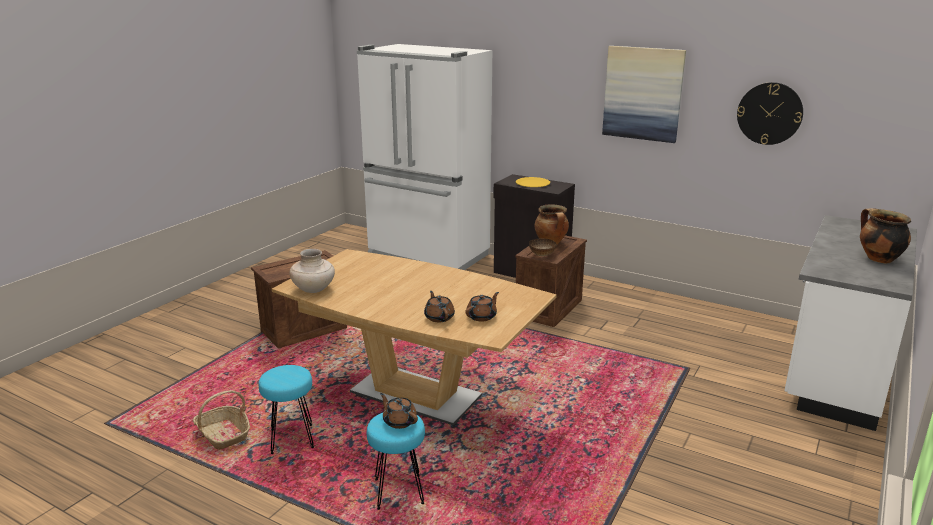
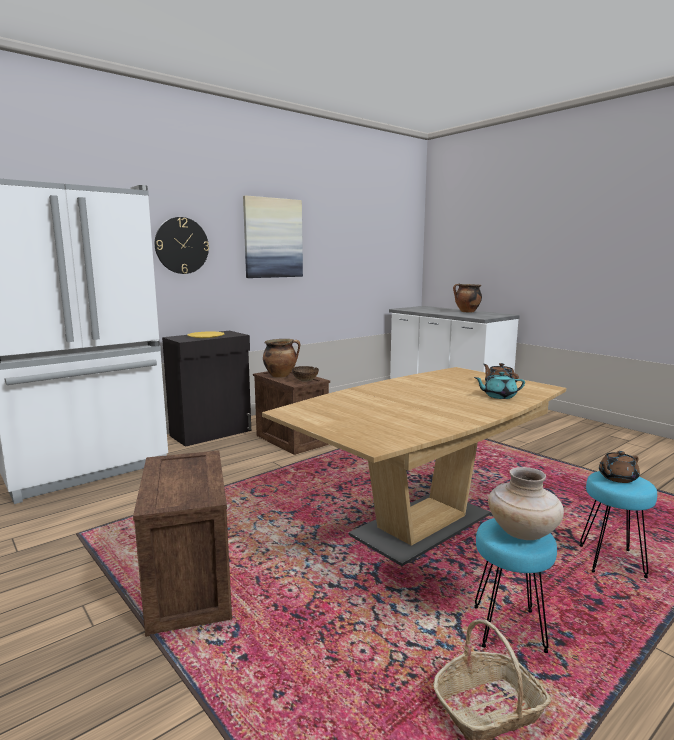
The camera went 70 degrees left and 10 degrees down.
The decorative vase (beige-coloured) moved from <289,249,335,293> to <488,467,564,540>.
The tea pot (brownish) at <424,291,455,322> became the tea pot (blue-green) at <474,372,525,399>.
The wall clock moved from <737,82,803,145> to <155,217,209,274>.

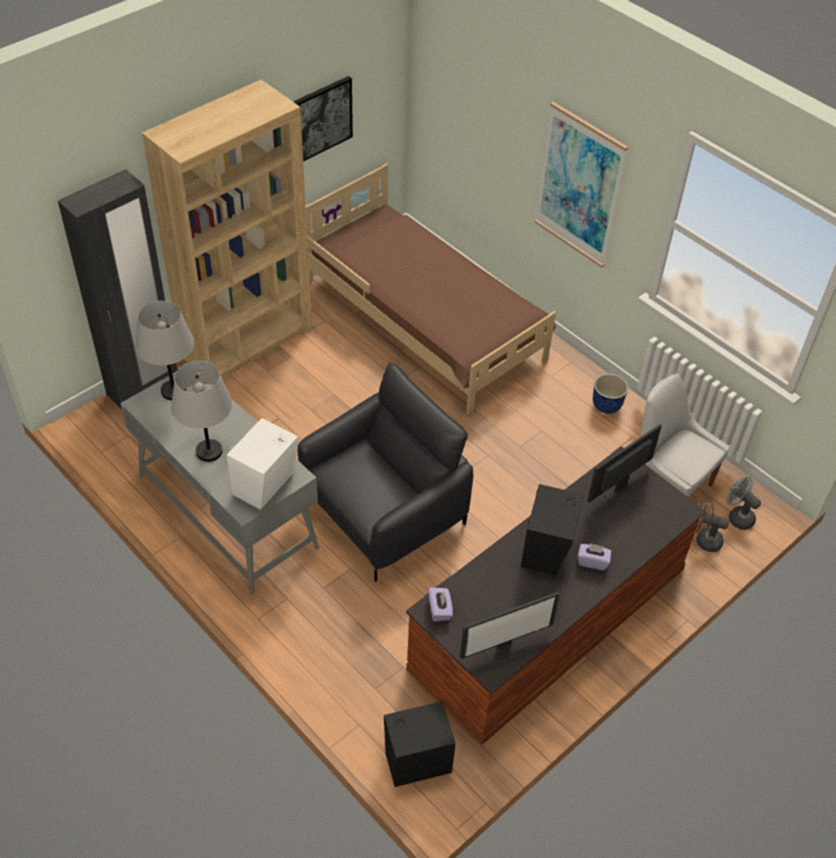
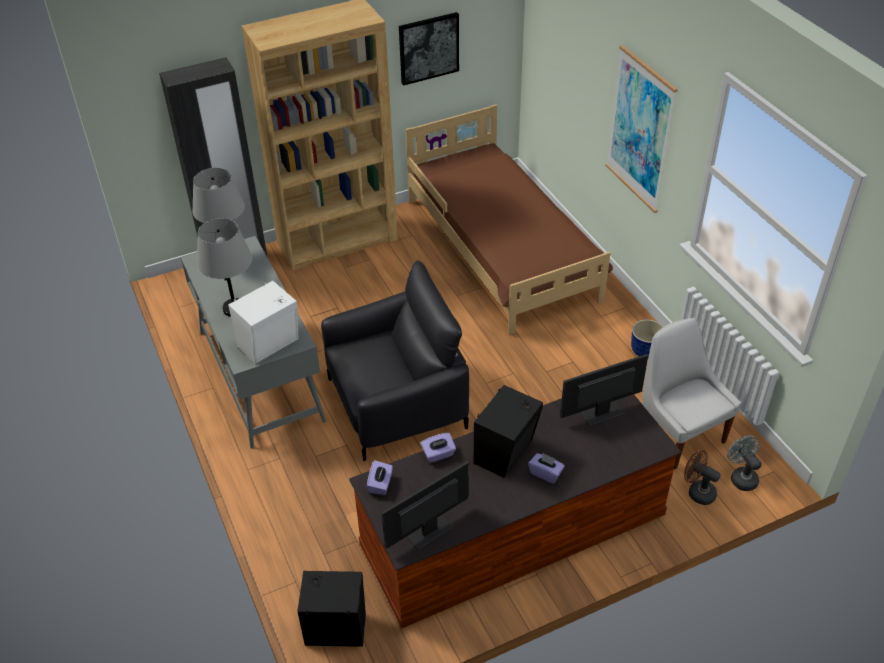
The camera went 20 degrees right and 5 degrees down.
The computer screen at <460,592,560,666> turned 150 degrees clockwise.
The box of tissues (purplish) at <421,433,456,463> appeared.

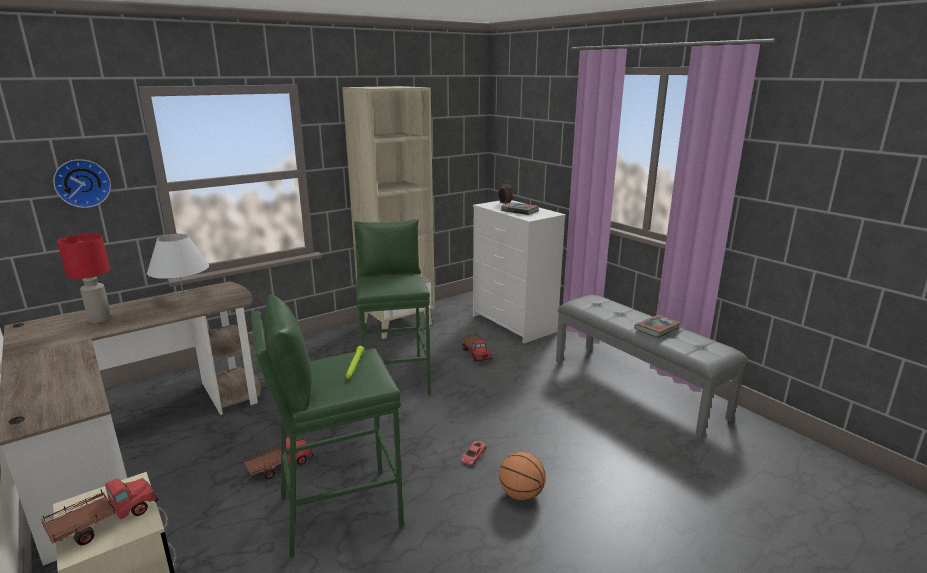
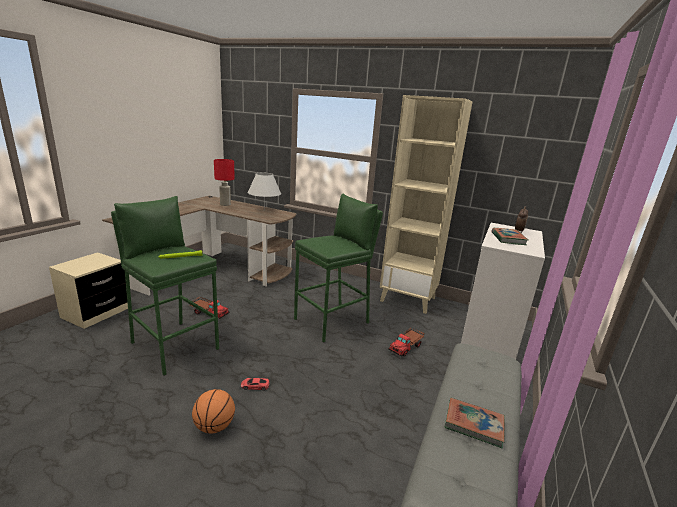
The camera went 60 degrees right and 0 degrees up.
The model truck at <41,478,158,545> disappeared.
The wall clock at <53,159,111,208> disappeared.

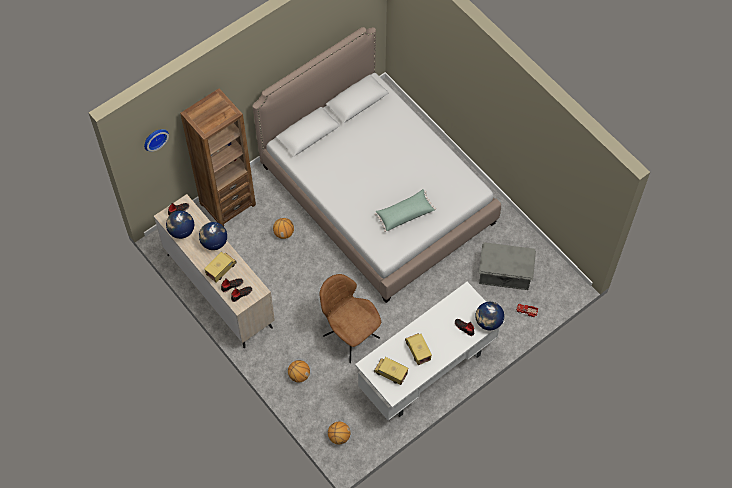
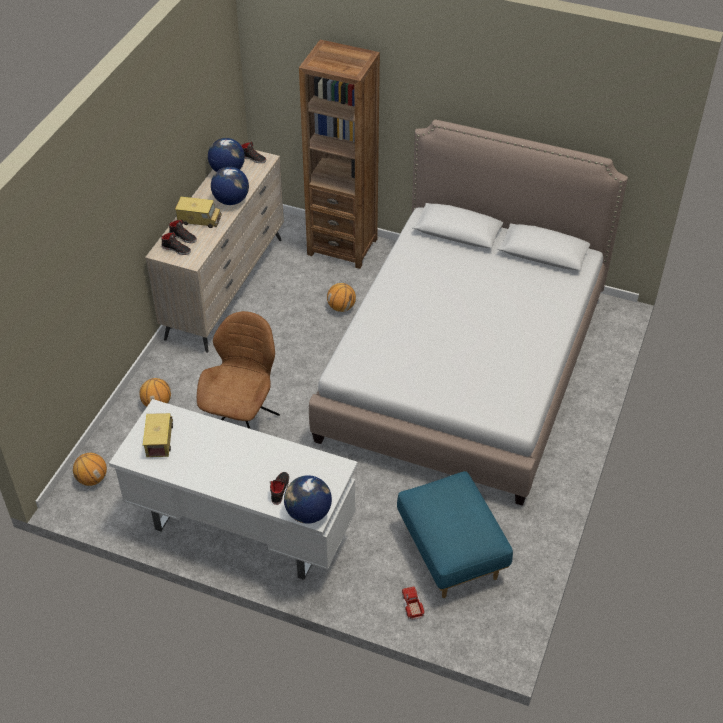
The camera went 60 degrees right and 15 degrees down.
The wall clock at <144,129,169,152> disappeared.
The throw pillow (greenish) at <375,189,436,232> disappeared.
The model truck at <405,333,432,365> disappeared.
The storage container (greyish) at <479,242,536,290> was replaced by the pouffe (bluish) at <397,471,513,598>.

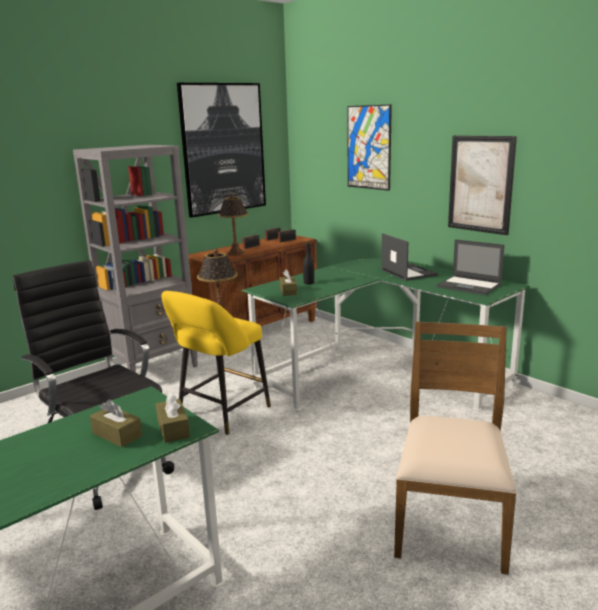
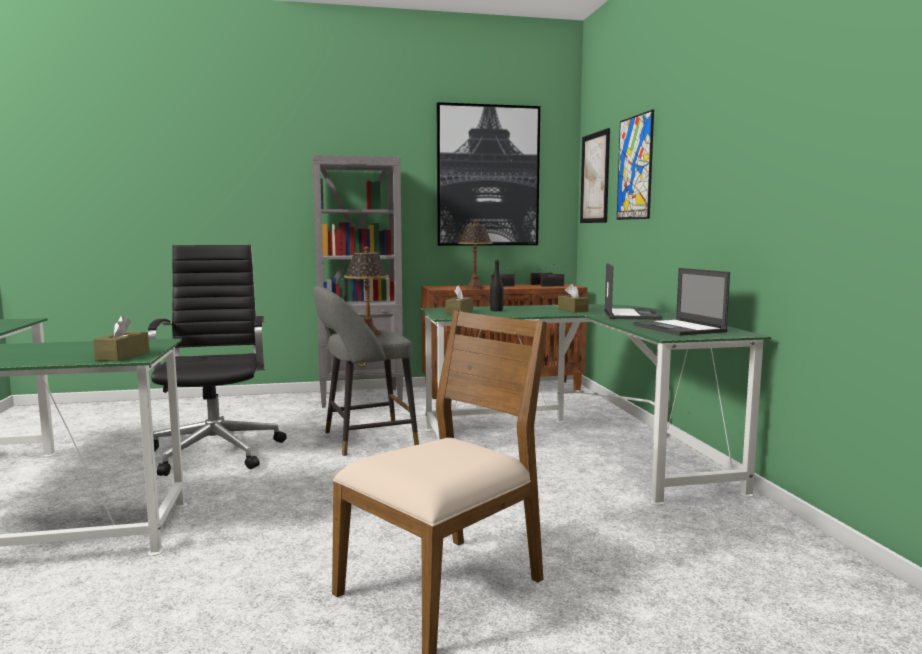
The camera went 30 degrees right and 10 degrees down.
The box of tissues (brownish) moved from <90,399,142,447> to <558,284,589,313>.
The stool (yellow-coloured) at <161,291,271,435> became the stool (greyish) at <313,286,419,456>.
The picture moved from <448,136,517,235> to <580,128,610,223>.

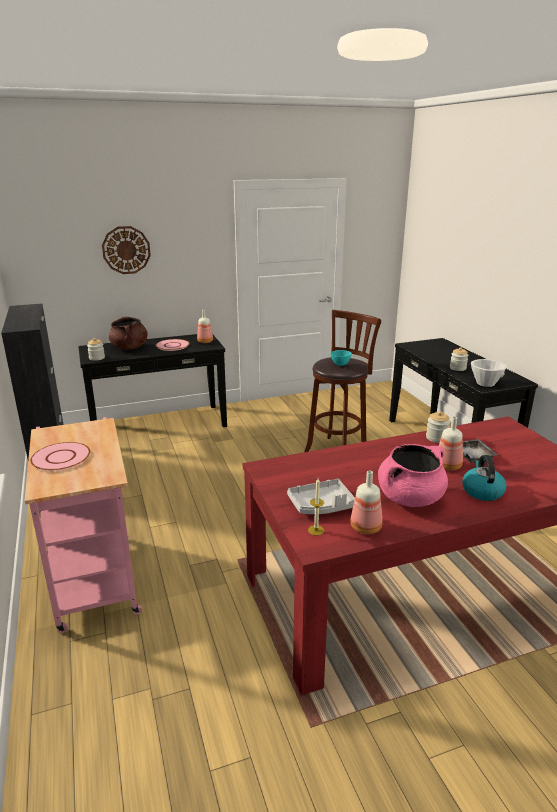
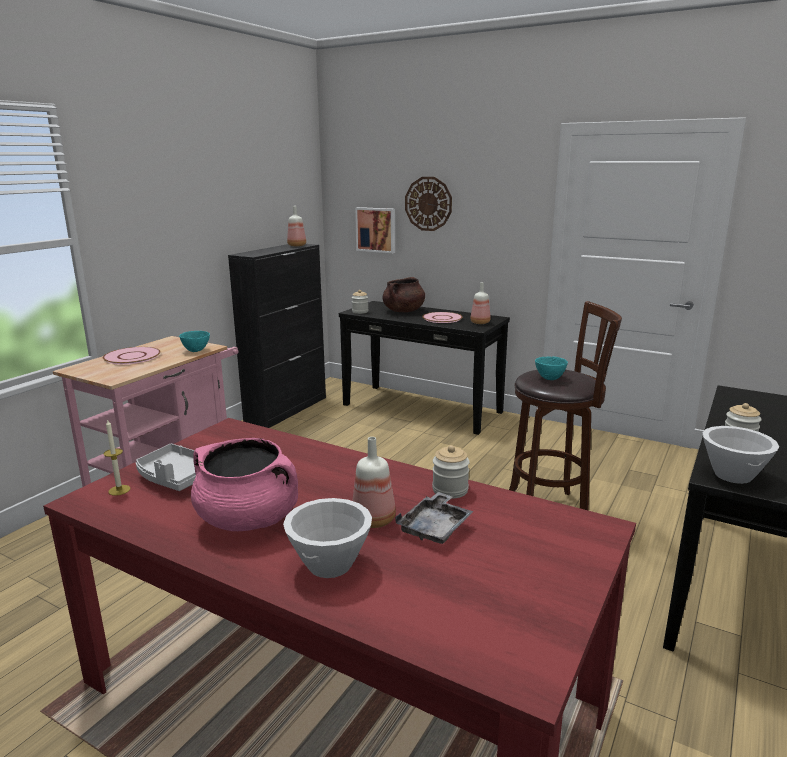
The camera went 50 degrees right and 5 degrees down.
The beverage bottle moved from <350,470,383,534> to <287,206,306,246>.
The kettle at <462,455,507,501> was replaced by the deep dish (whitish) at <283,498,372,578>.
The deep dish (blue-green) at <179,331,210,352> appeared.
The picture at <355,207,395,253> appeared.

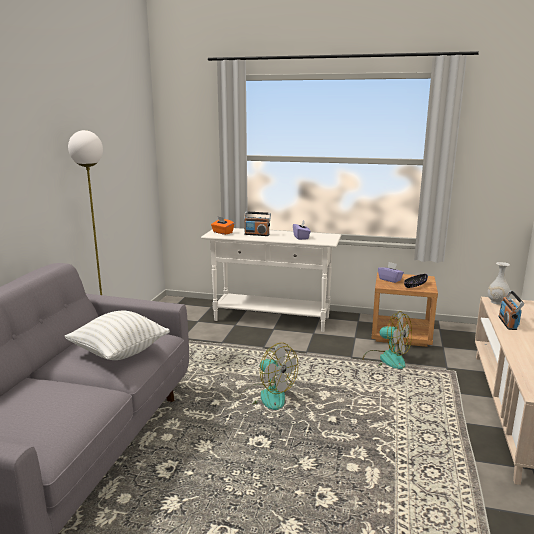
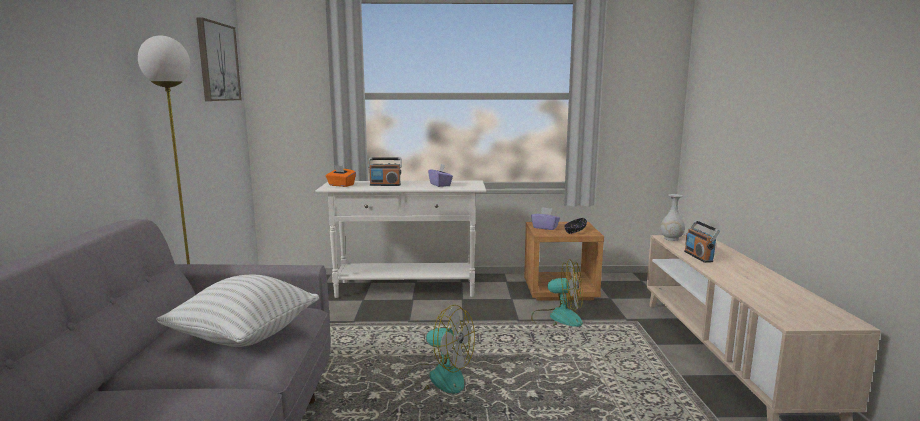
The camera went 15 degrees left and 5 degrees down.
The picture at <196,17,242,101> appeared.

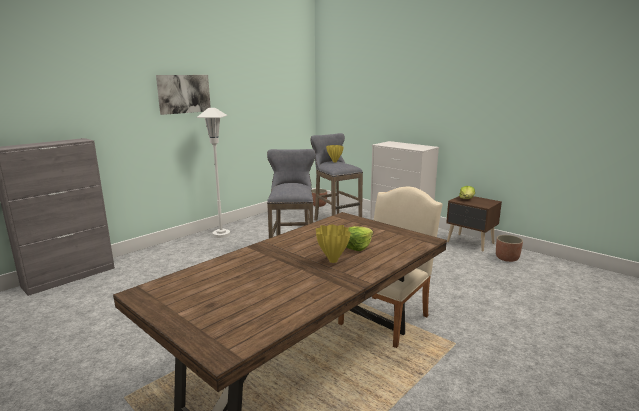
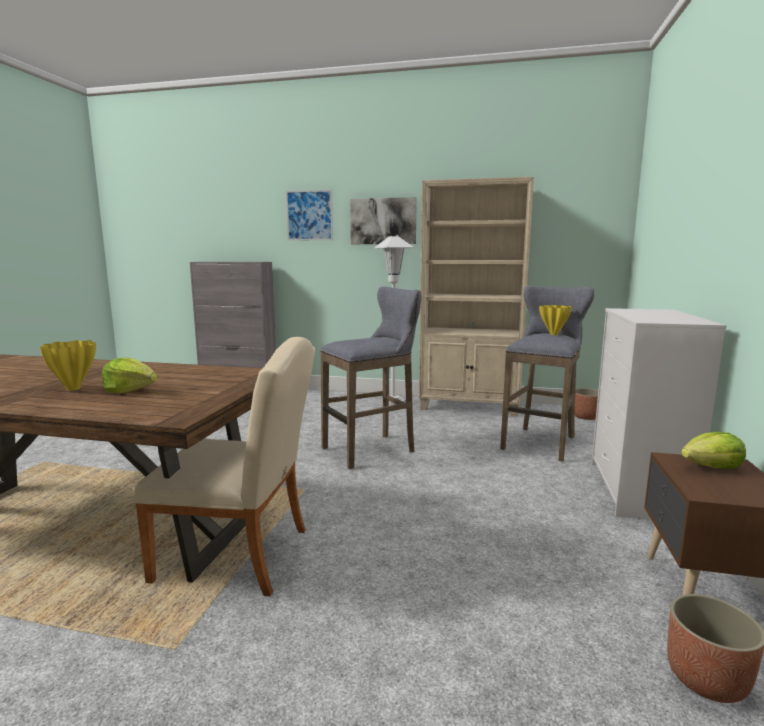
The camera went 60 degrees right and 5 degrees down.
The picture at <286,189,333,241> appeared.
The bookshelf (beige-coloured) at <419,177,534,416> appeared.

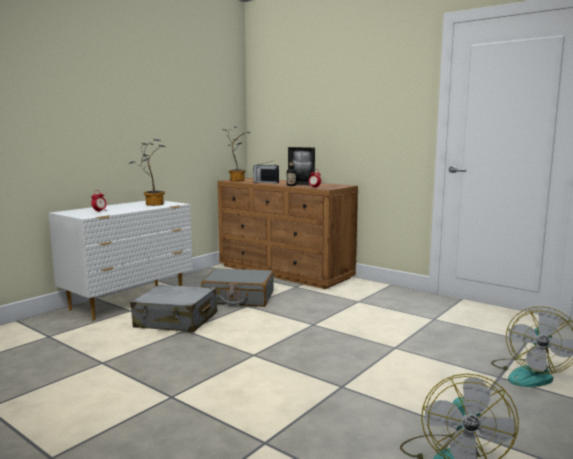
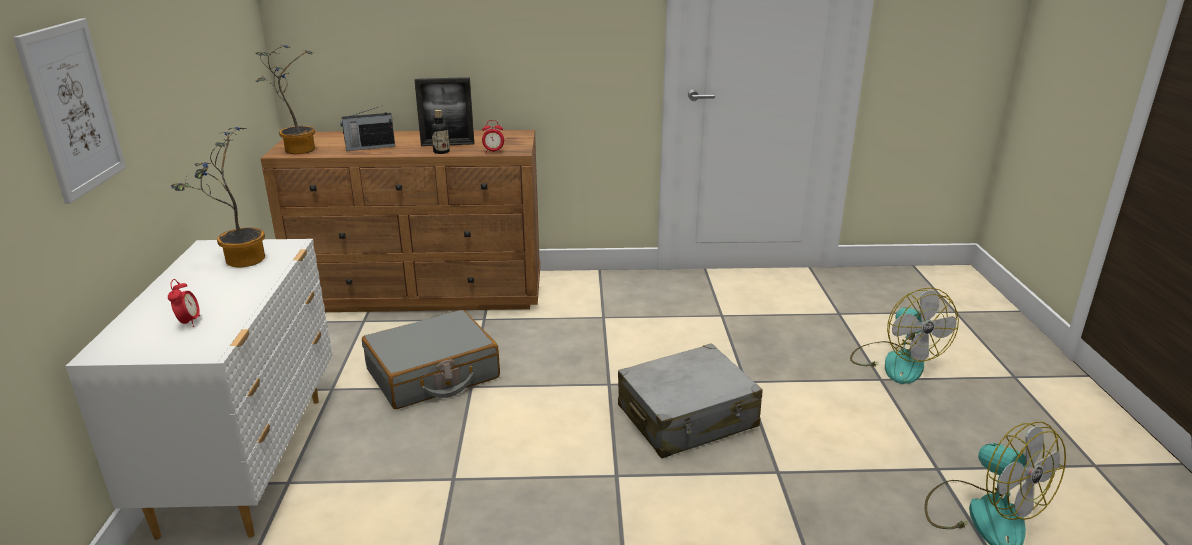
The camera went 40 degrees left and 15 degrees up.
The suitcase (greyish) moved from <130,285,217,332> to <618,343,763,458>.
The picture at <13,18,126,204> appeared.

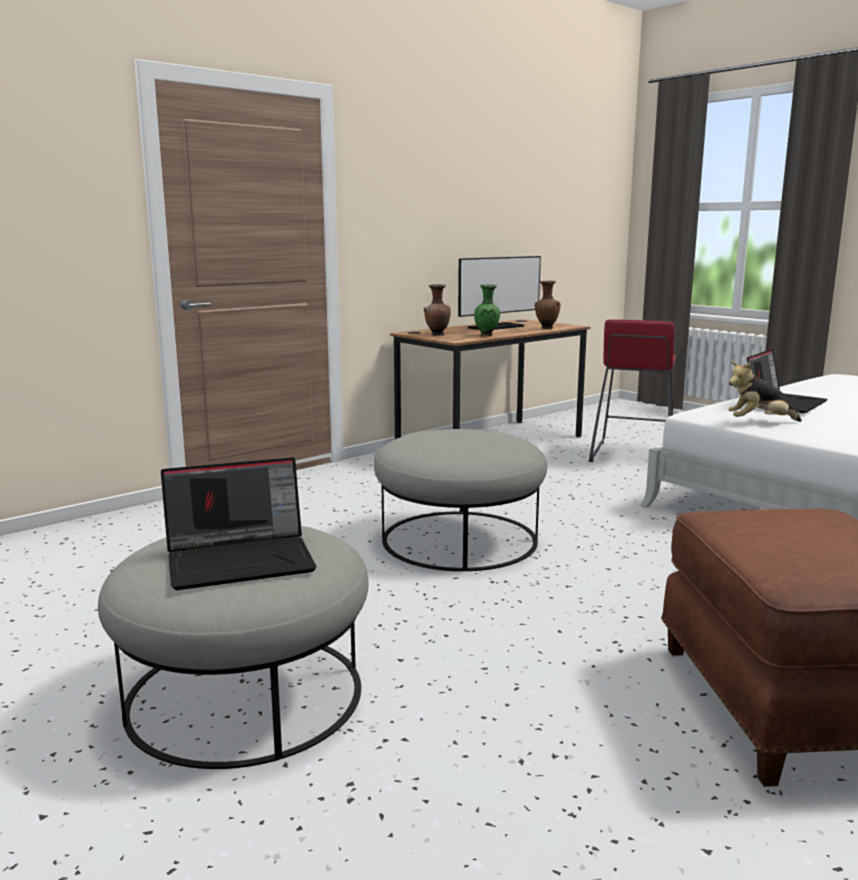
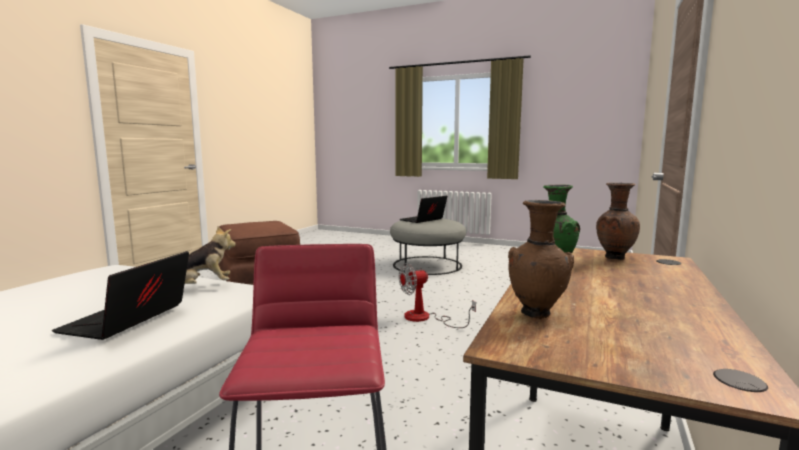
The camera went 155 degrees right and 5 degrees down.
The pouffe (greyish) at <374,429,547,571> was replaced by the electric fan at <399,263,476,328>.
The computer screen at <458,256,541,330> disappeared.

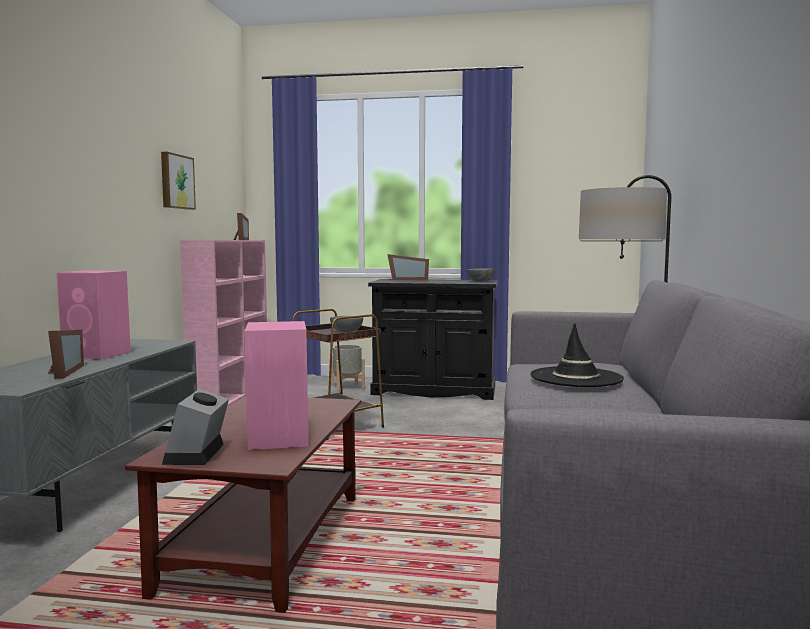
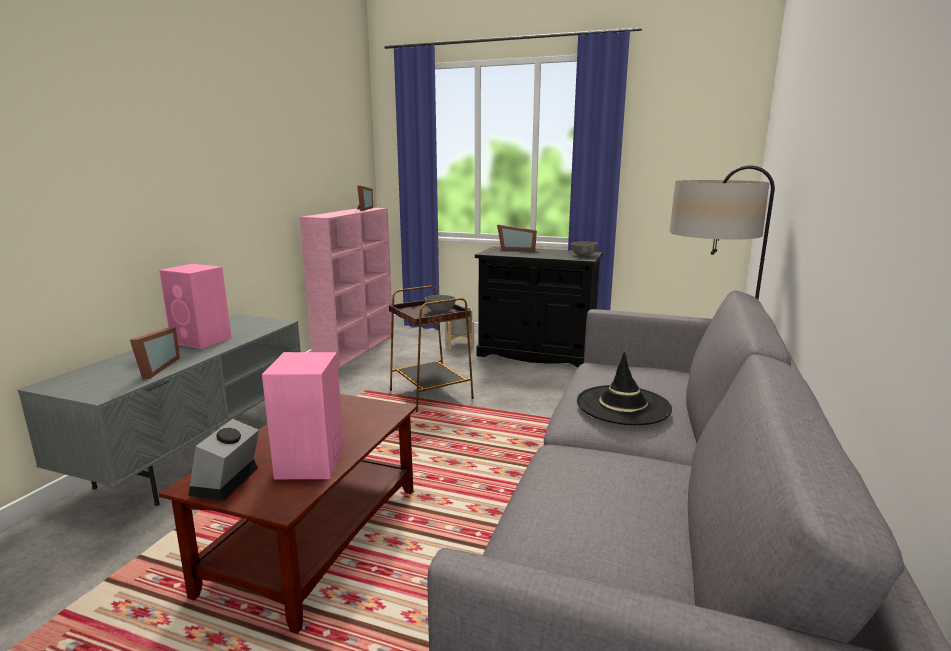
The camera went 10 degrees right and 10 degrees up.
The picture at <161,152,196,210> disappeared.

